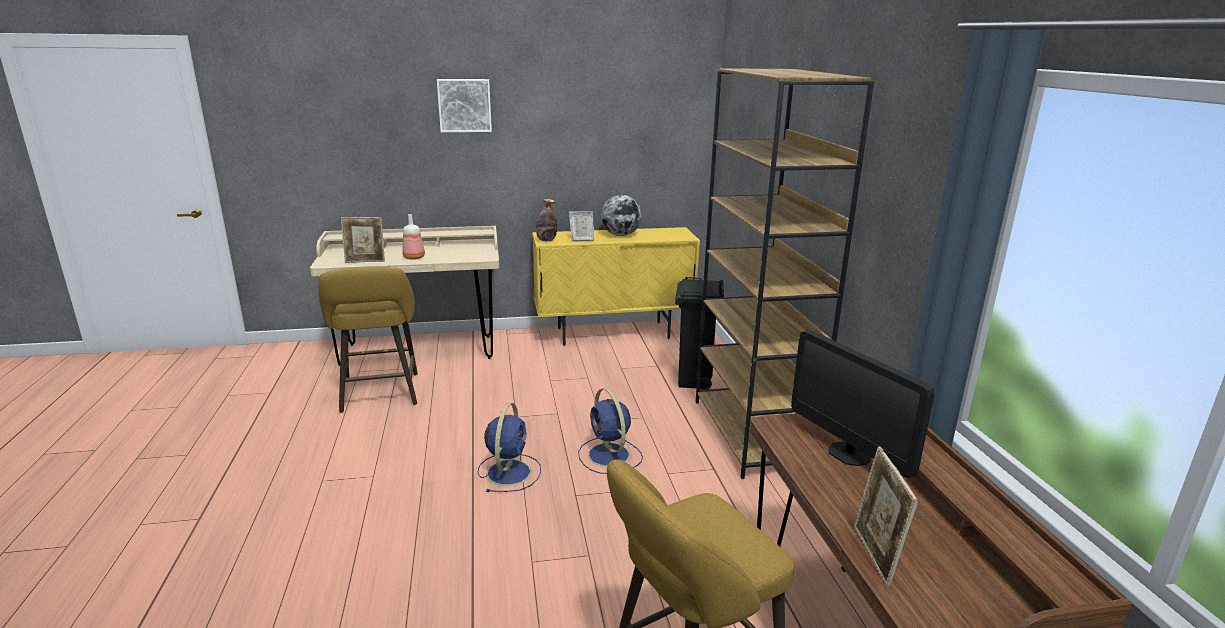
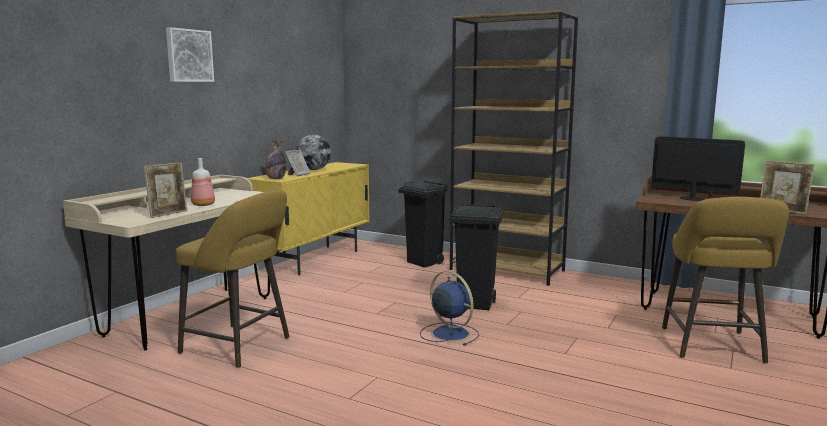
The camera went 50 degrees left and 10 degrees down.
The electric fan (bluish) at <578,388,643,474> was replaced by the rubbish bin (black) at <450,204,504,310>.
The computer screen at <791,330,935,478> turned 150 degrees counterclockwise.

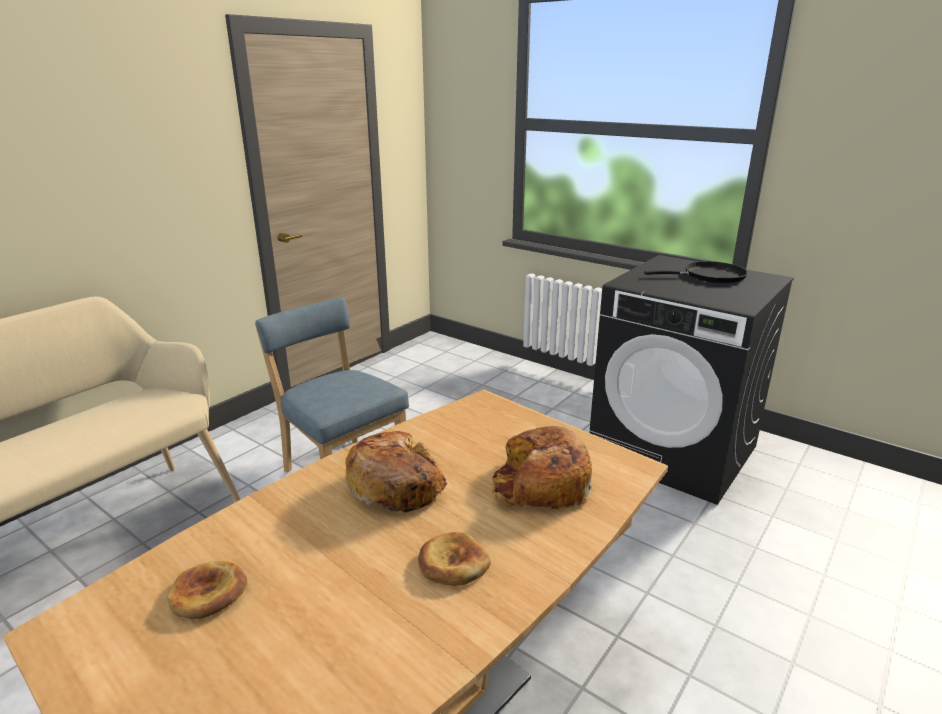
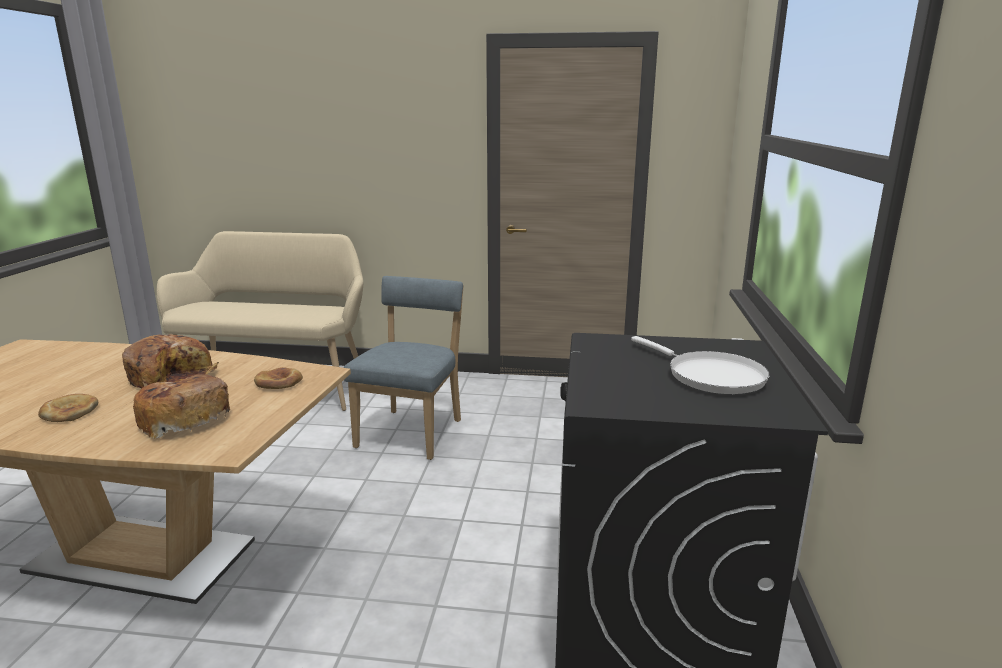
The camera went 60 degrees right and 5 degrees down.
The baked bread moved from <167,561,247,619> to <254,367,303,389>.
The frying pan (black) at <644,261,748,283> became the frying pan (whitish) at <631,336,770,394>.

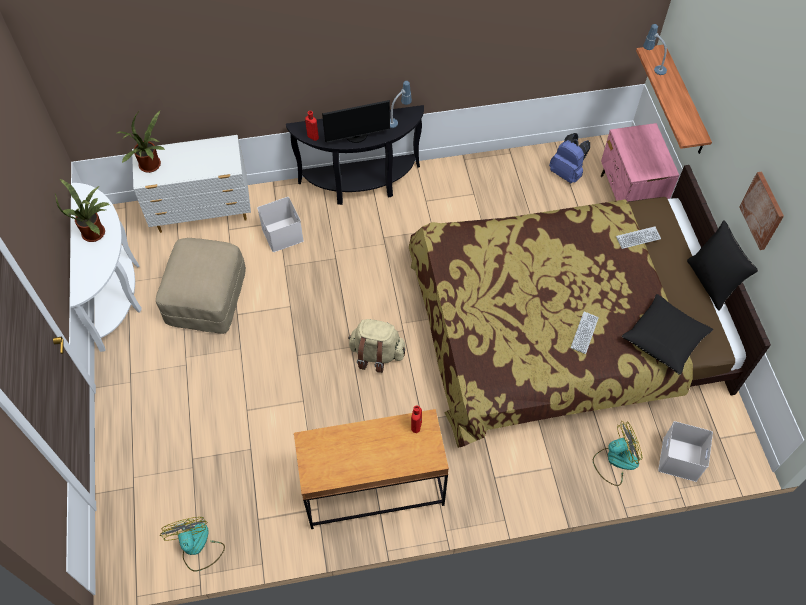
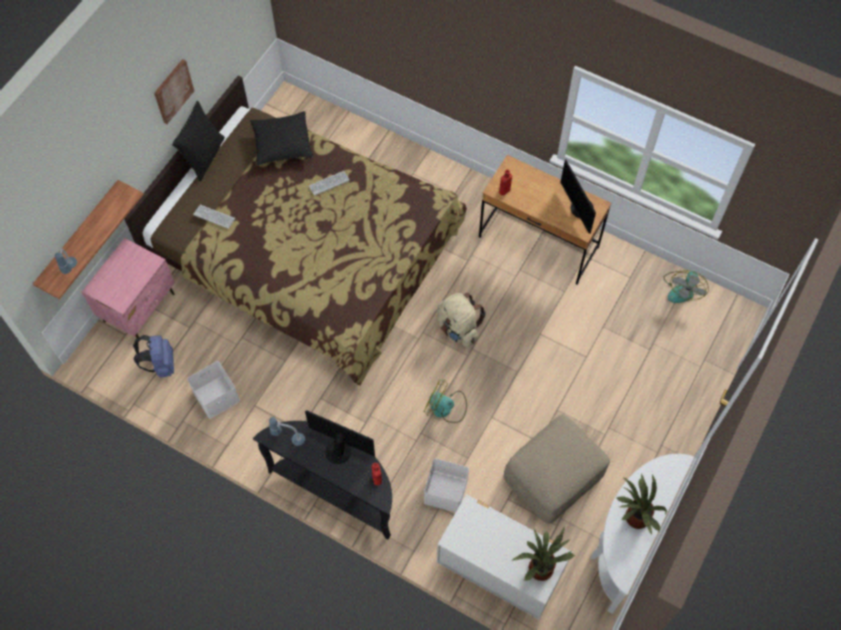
The camera went 140 degrees left and 5 degrees up.
The electric fan moved from <593,421,642,486> to <424,380,467,423>.
The storage container (whitish) moved from <658,421,713,482> to <187,361,240,419>.
The computer screen at <560,160,596,234> appeared.

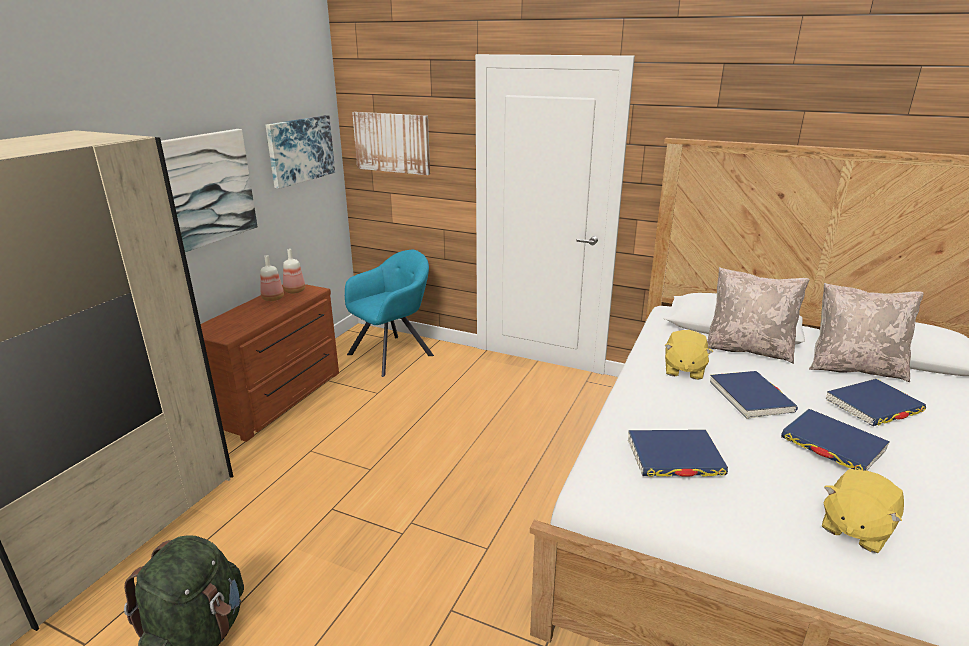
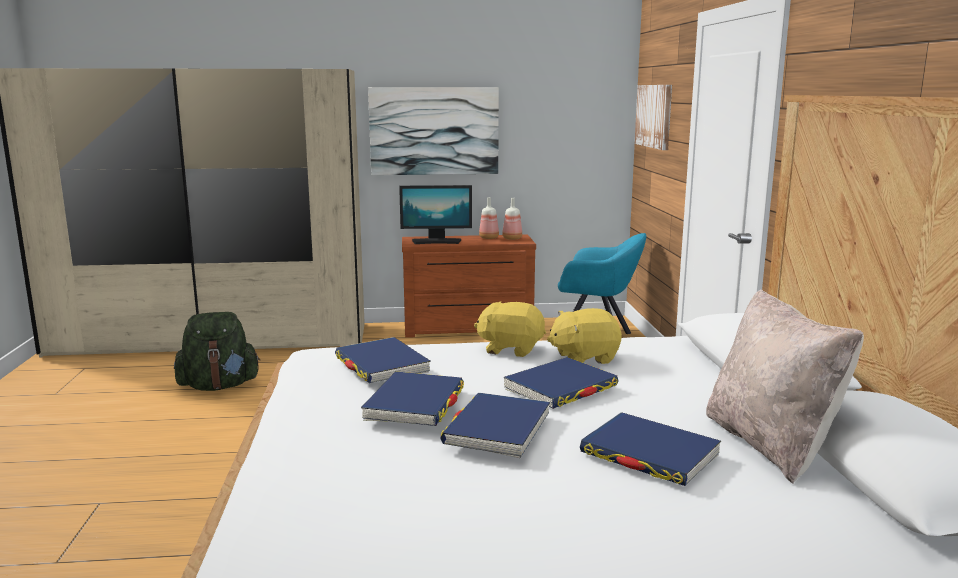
The camera went 60 degrees right and 10 degrees down.
The picture at <265,115,335,189> disappeared.
The throw pillow (beige-coloured) at <707,267,810,364> disappeared.
The cuddly toy (yellow-coloured) moved from <822,469,904,553> to <474,301,546,357>.
The book (bluish) at <361,371,464,426> appeared.
The computer screen at <399,185,472,244> appeared.

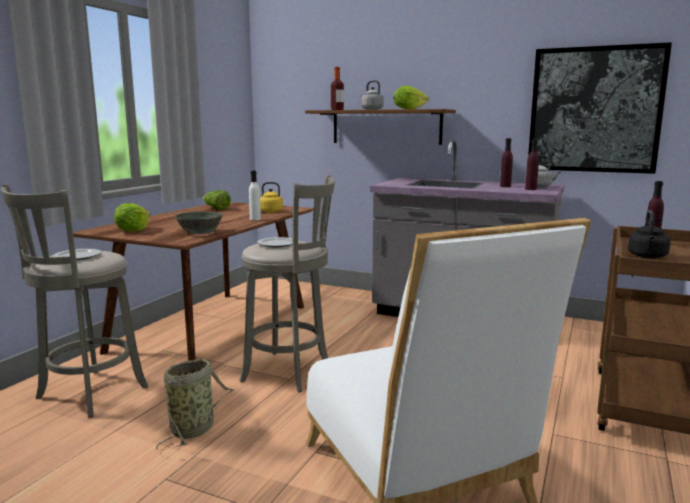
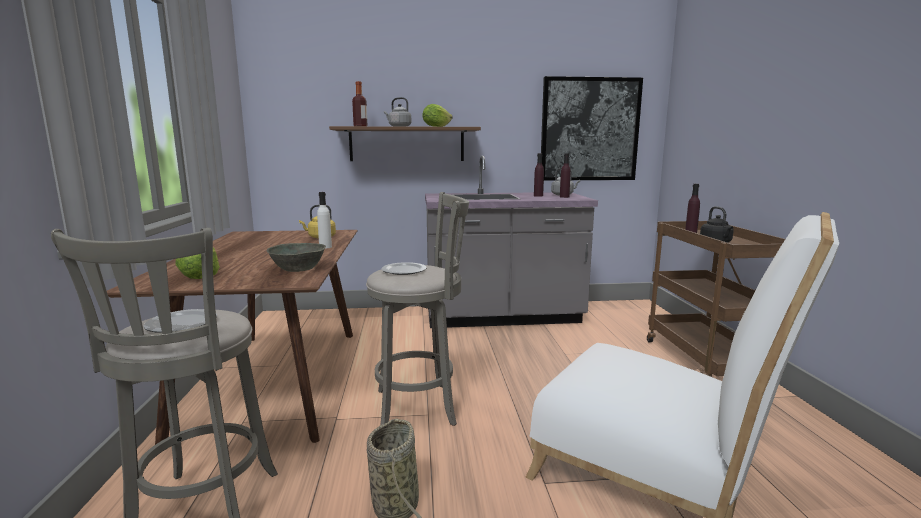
The camera went 30 degrees left and 0 degrees up.
The head of lettuce at <203,190,231,210> disappeared.

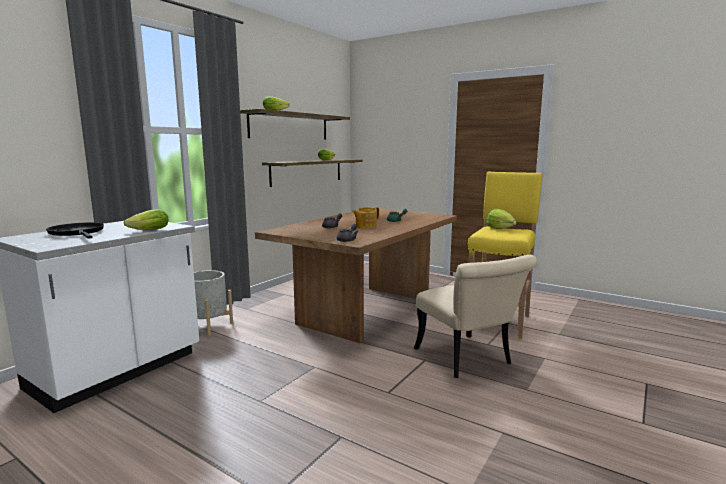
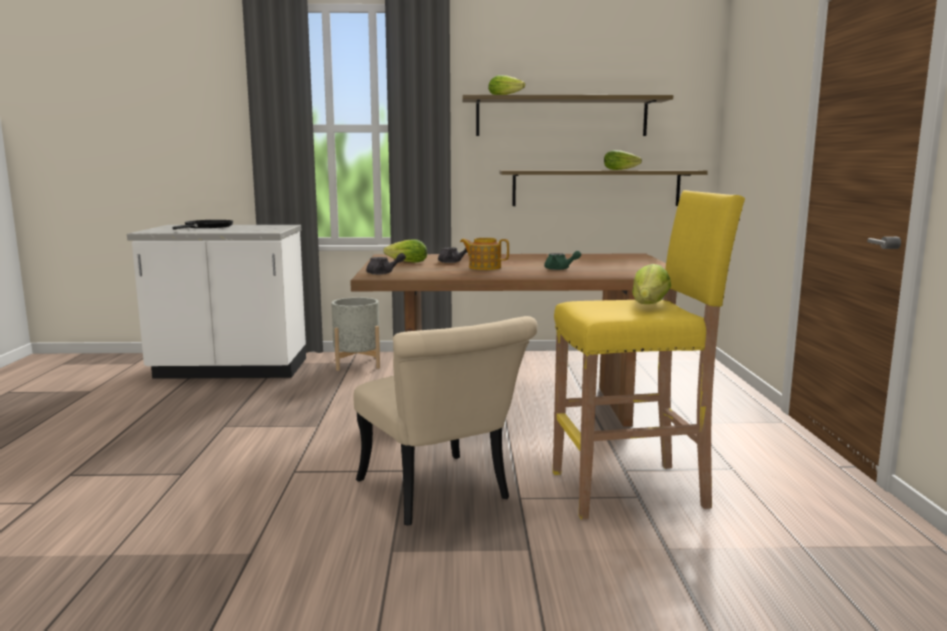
The camera went 55 degrees right and 0 degrees up.
The head of lettuce moved from <124,209,168,230> to <383,239,427,262>.
The plain chair (beige-coloured) at <414,255,537,378> turned 60 degrees counterclockwise.

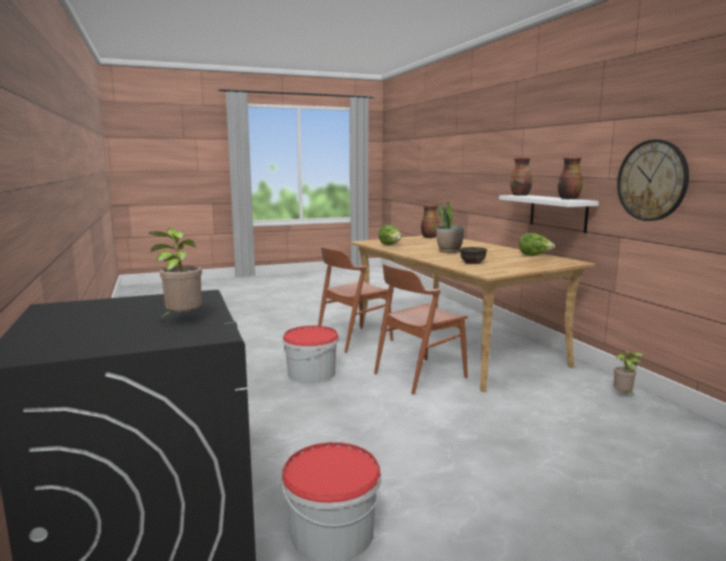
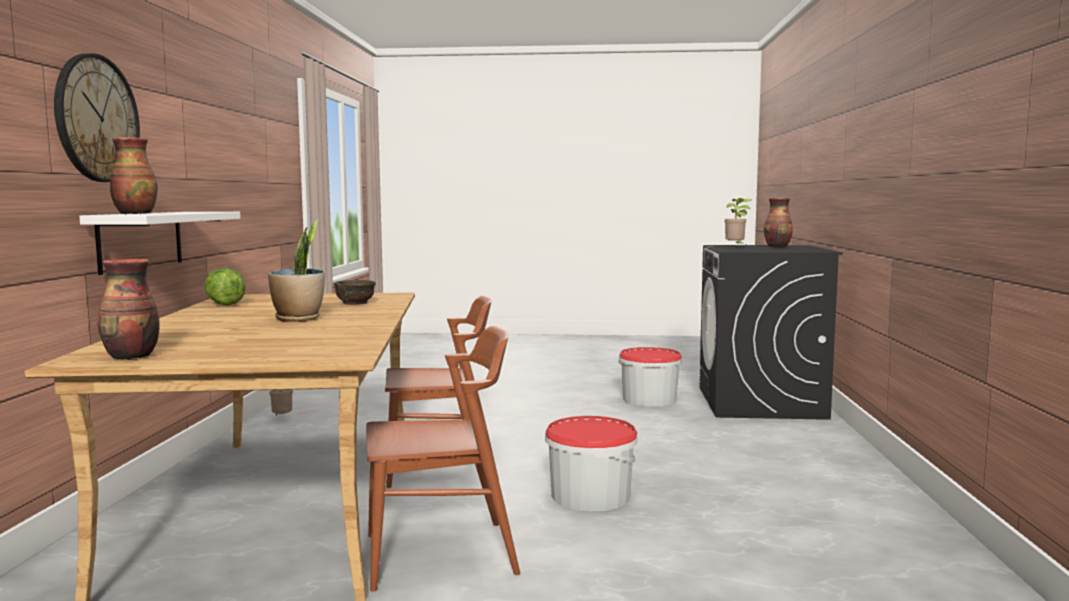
The camera went 155 degrees left and 5 degrees down.
The head of lettuce at <378,225,401,245> disappeared.
The decorative vase moved from <557,157,583,200> to <764,198,793,247>.
The wall clock moved from <617,139,689,221> to <54,53,140,182>.

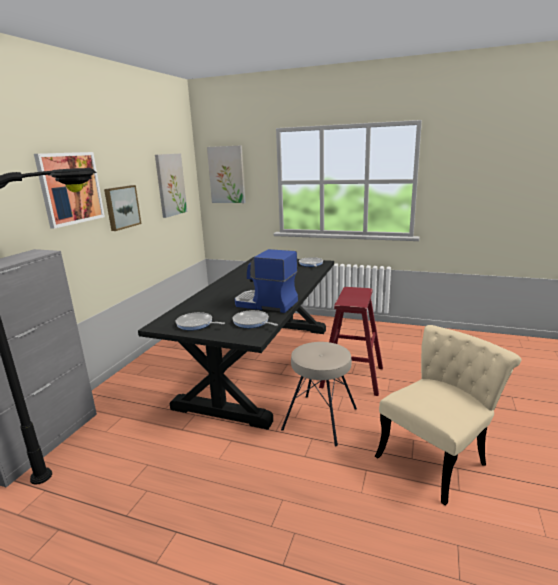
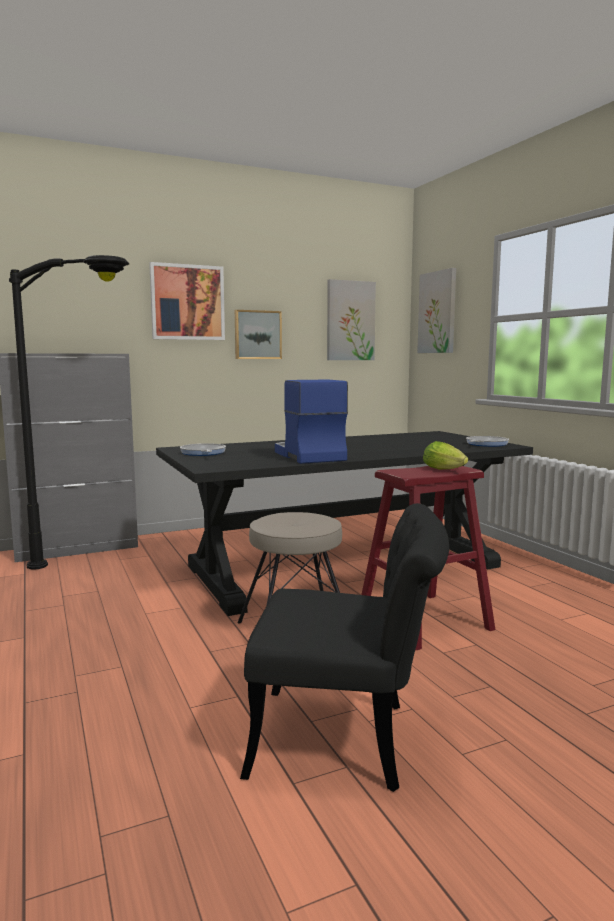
The camera went 45 degrees right and 10 degrees down.
The frying pan at <232,310,278,328> disappeared.
The plain chair (beige-coloured) at <375,325,521,506> became the plain chair (black) at <240,503,449,792>.
The head of lettuce at <423,441,468,469> appeared.

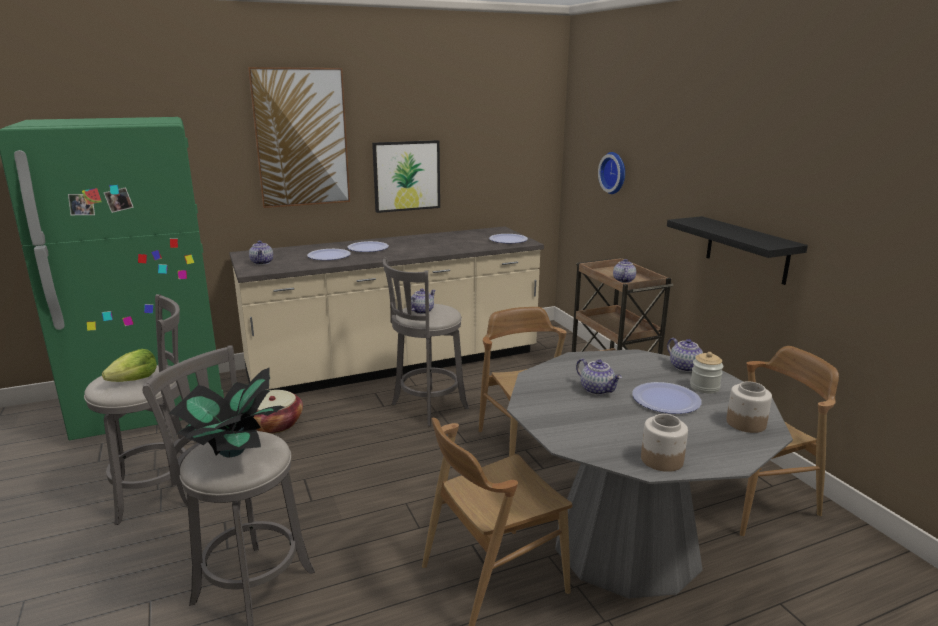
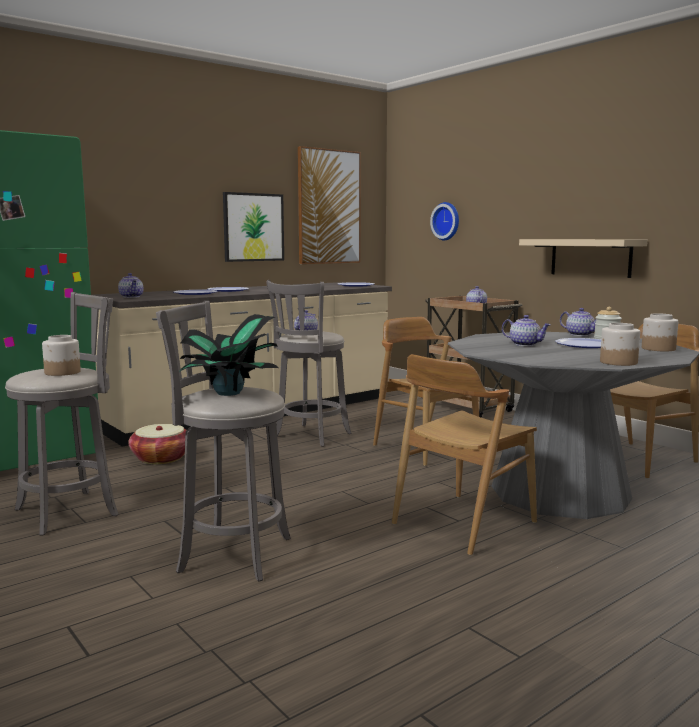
The camera went 15 degrees left and 10 degrees down.
The head of lettuce at <102,349,157,382> was replaced by the preserve jar at <42,335,81,376>.
The picture moved from <248,67,350,208> to <298,146,361,264>.
The wall shelf (black) at <667,216,808,285> became the wall shelf (beige-coloured) at <519,239,647,278>.

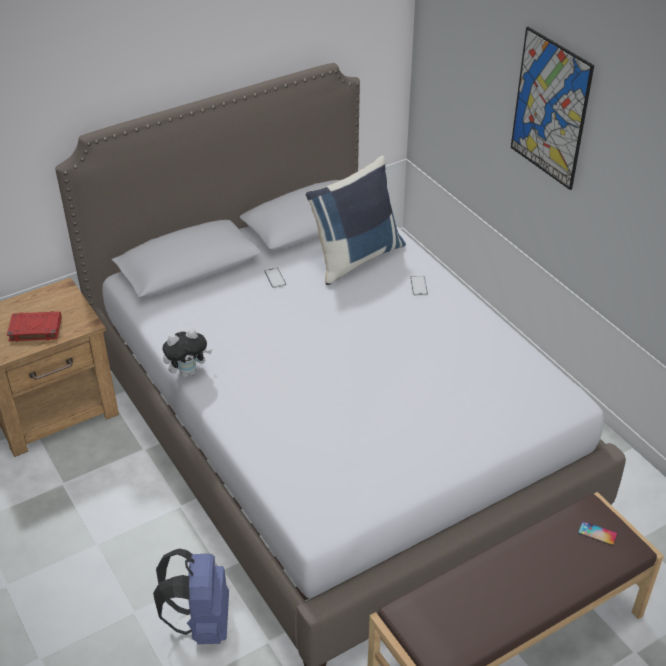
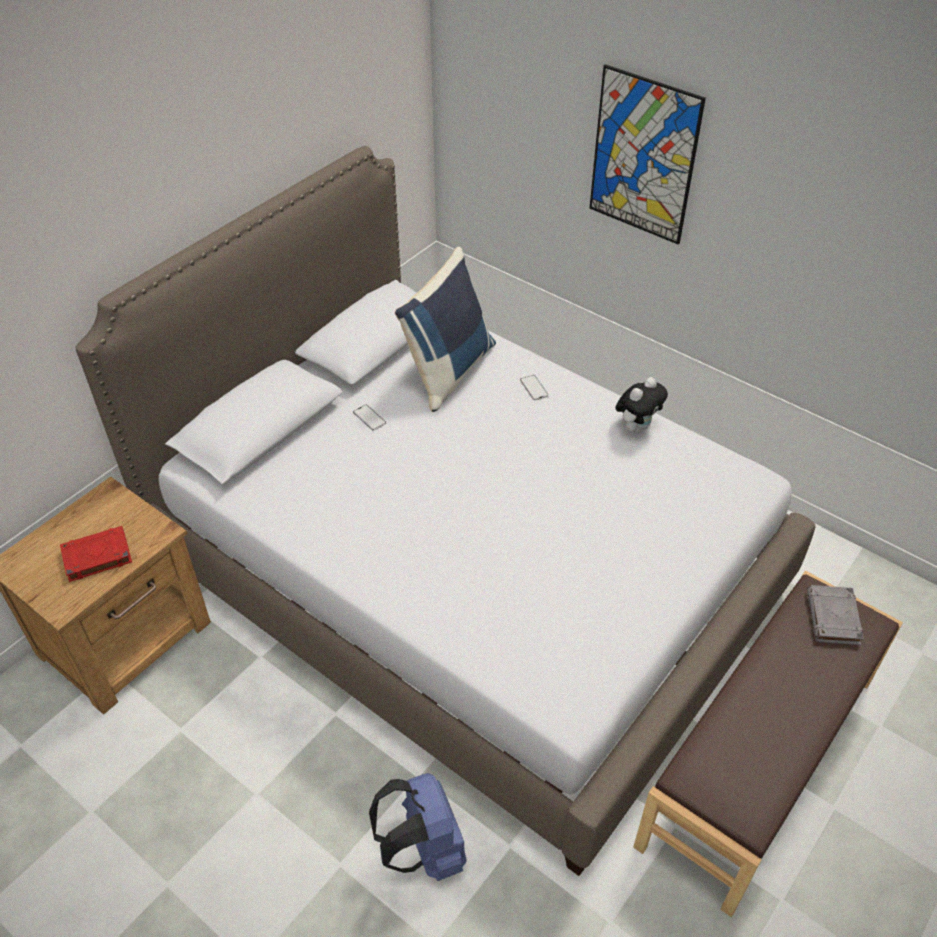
The camera went 20 degrees left and 5 degrees up.
The cuddly toy moved from <162,329,212,377> to <616,377,668,433>.
The telephone at <578,521,617,545> was replaced by the book (greyish) at <807,585,864,645>.

